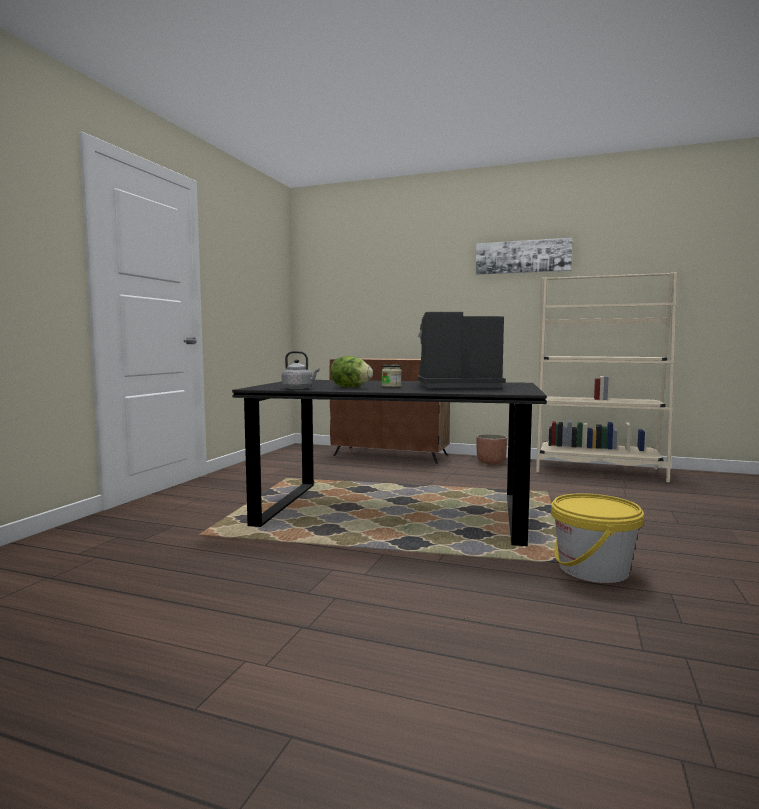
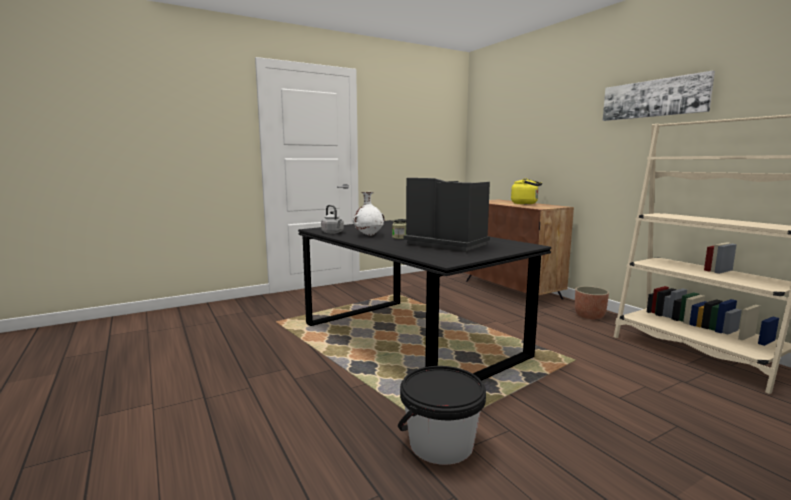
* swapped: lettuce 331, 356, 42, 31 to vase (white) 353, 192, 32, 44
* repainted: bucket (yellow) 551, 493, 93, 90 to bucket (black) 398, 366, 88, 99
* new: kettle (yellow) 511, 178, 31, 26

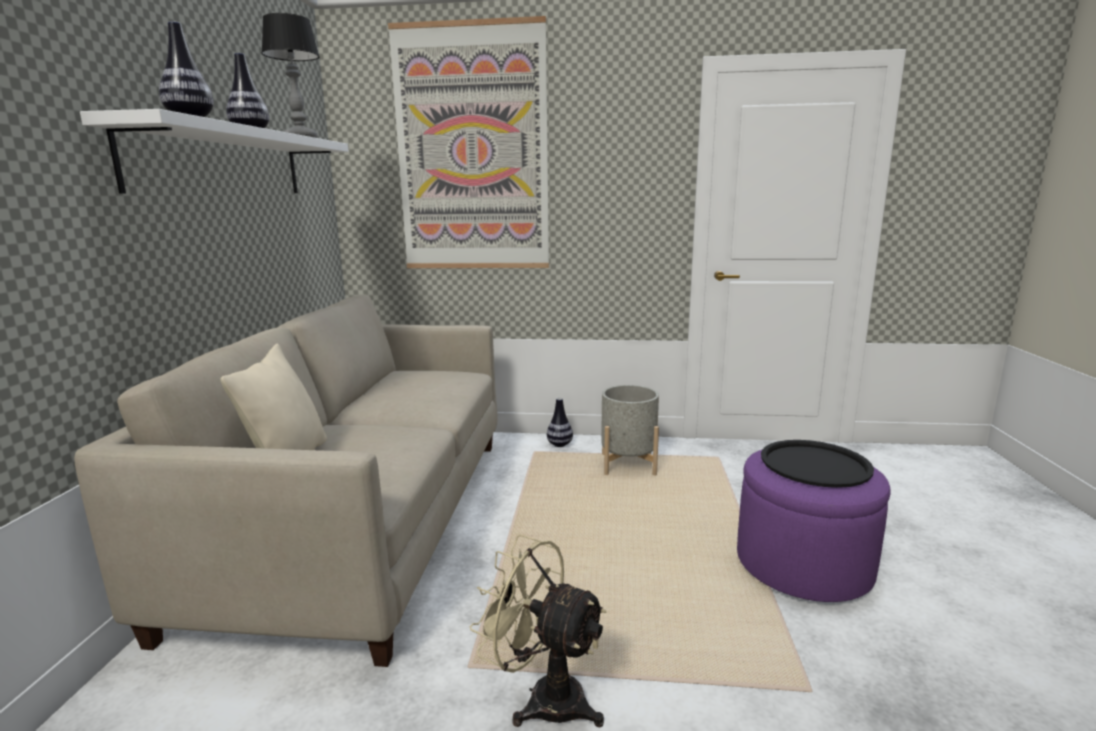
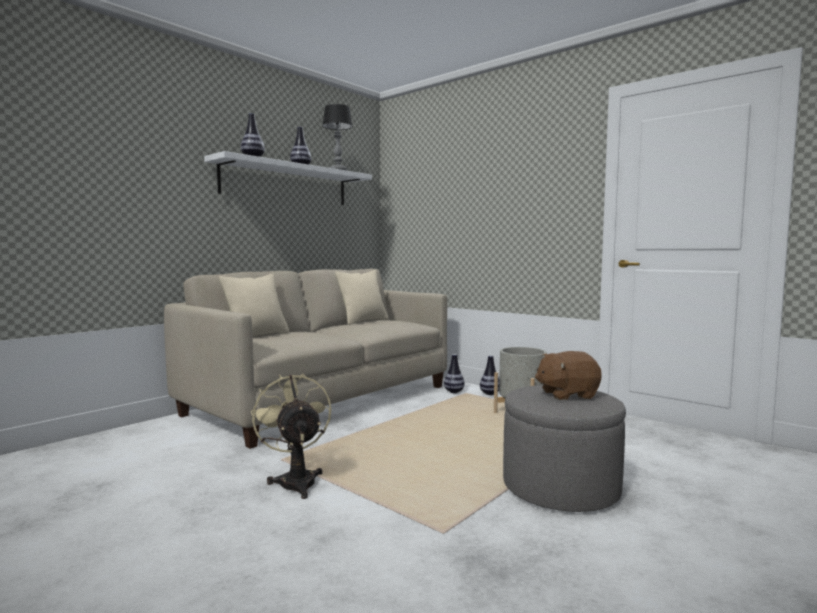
* gone: picture 388, 16, 161, 252
* swapped: tray (black) 761, 440, 113, 48 to plush toy (brown) 535, 351, 67, 49
* repainted: ottoman (purple) 737, 449, 153, 153 to ottoman (grey) 503, 385, 123, 127
* new: pillow (beige) 335, 270, 53, 55
* new: vase 444, 354, 21, 39

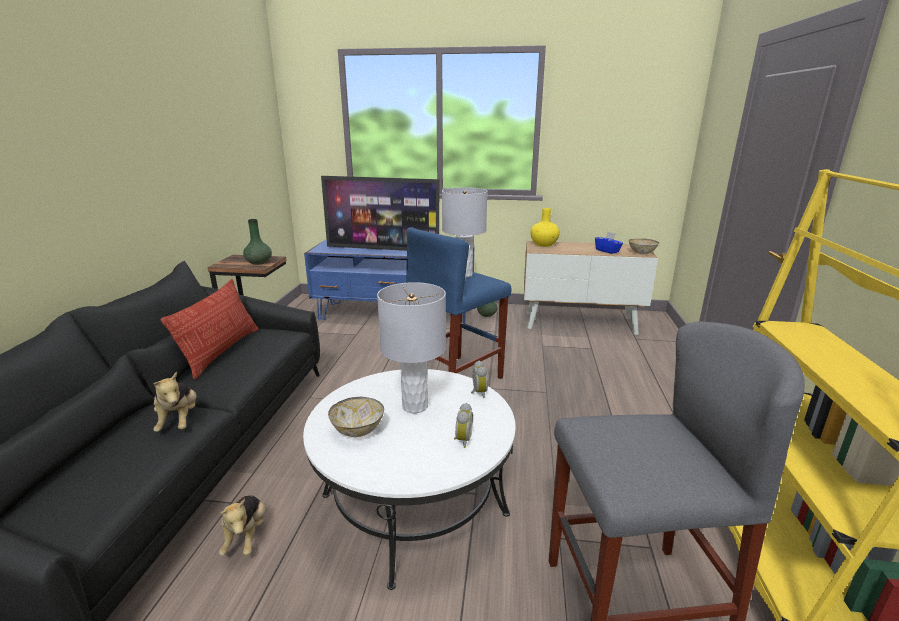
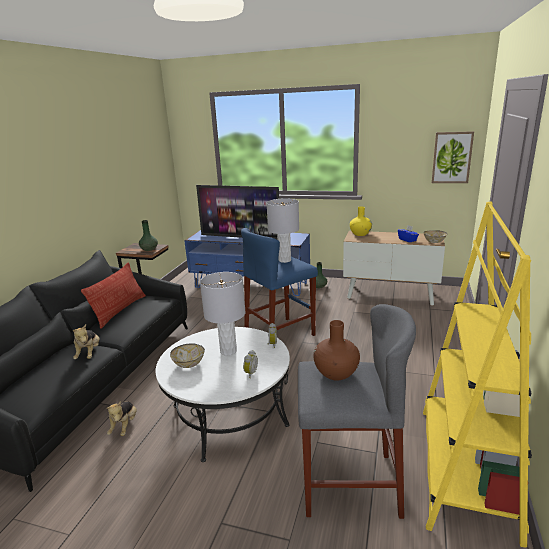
* new: picture 432, 131, 42, 52
* new: vase (brown) 313, 320, 47, 61

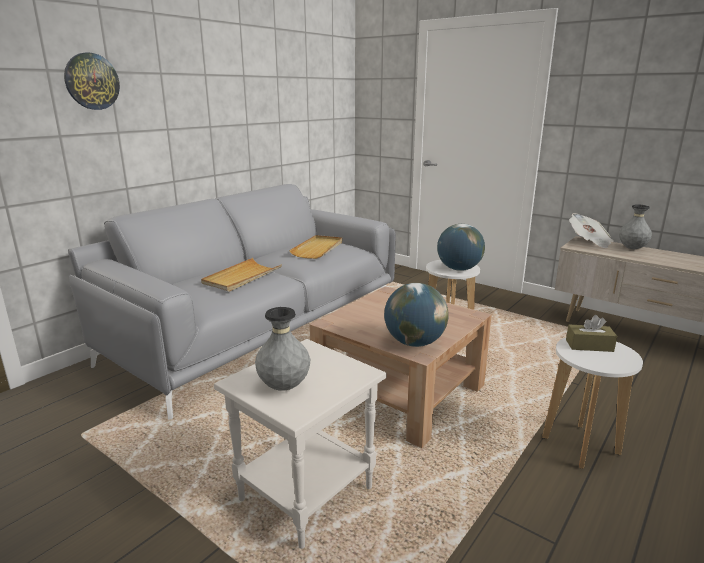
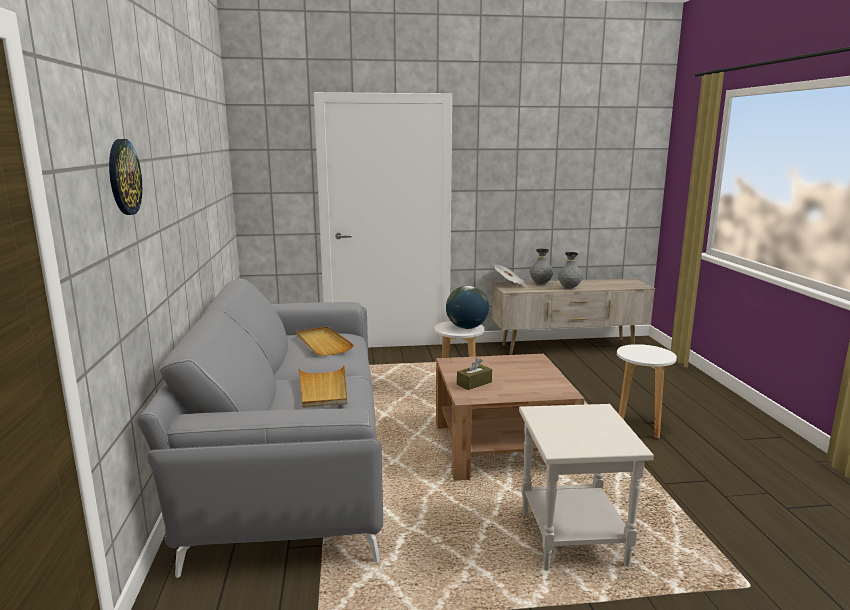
* gone: globe 384, 283, 65, 64
* shifted: vase (grey) 255, 307, 55, 84 to 558, 252, 24, 37
* shifted: tissue box (brown) 566, 315, 51, 37 to 457, 358, 35, 32

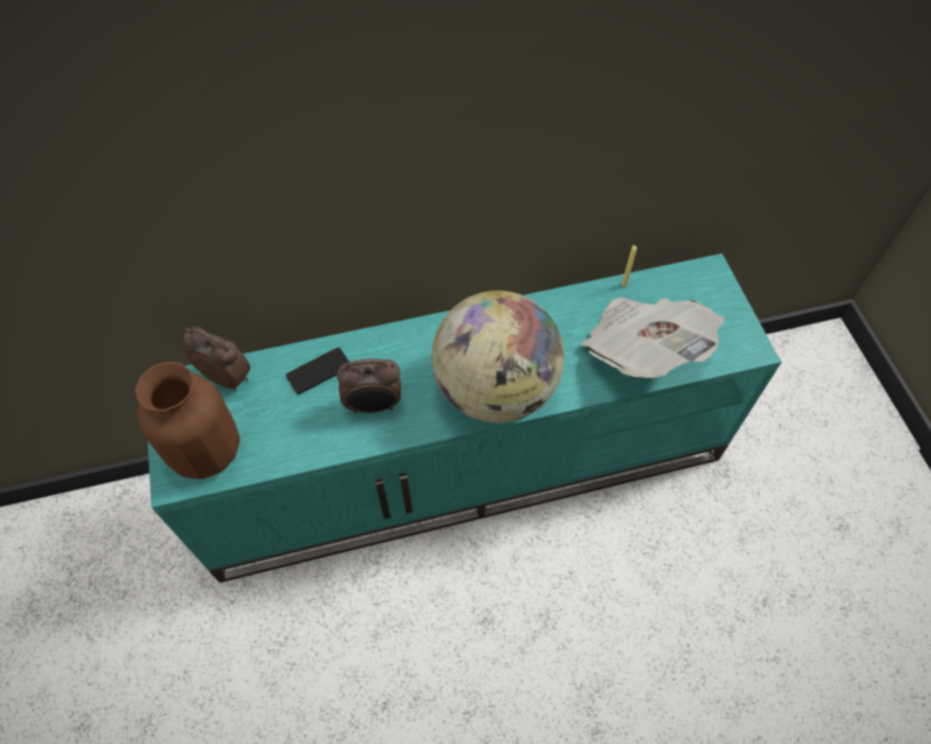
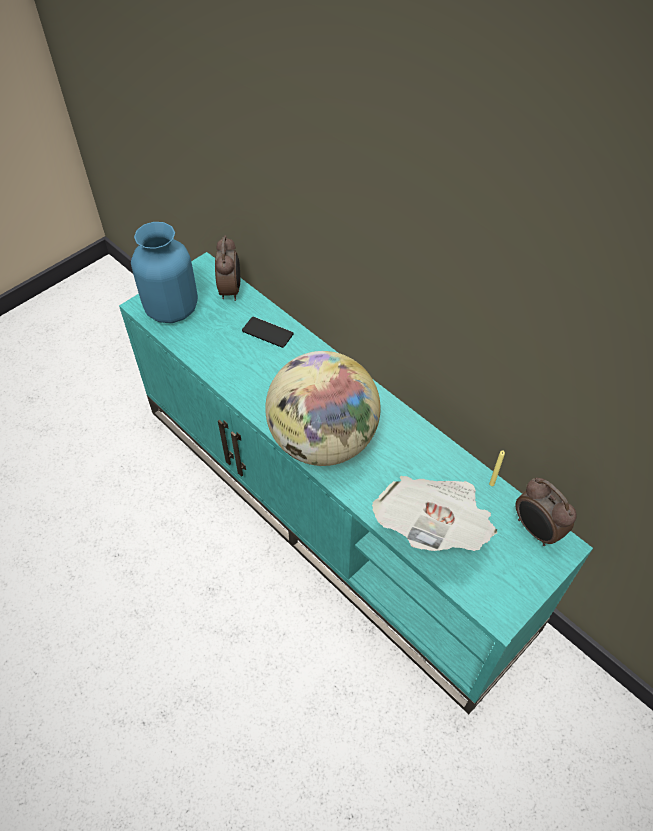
* shifted: alarm clock 337, 359, 64, 55 to 516, 478, 61, 68
* repainted: vase (brown) 135, 362, 105, 117 to vase (blue) 131, 222, 67, 101

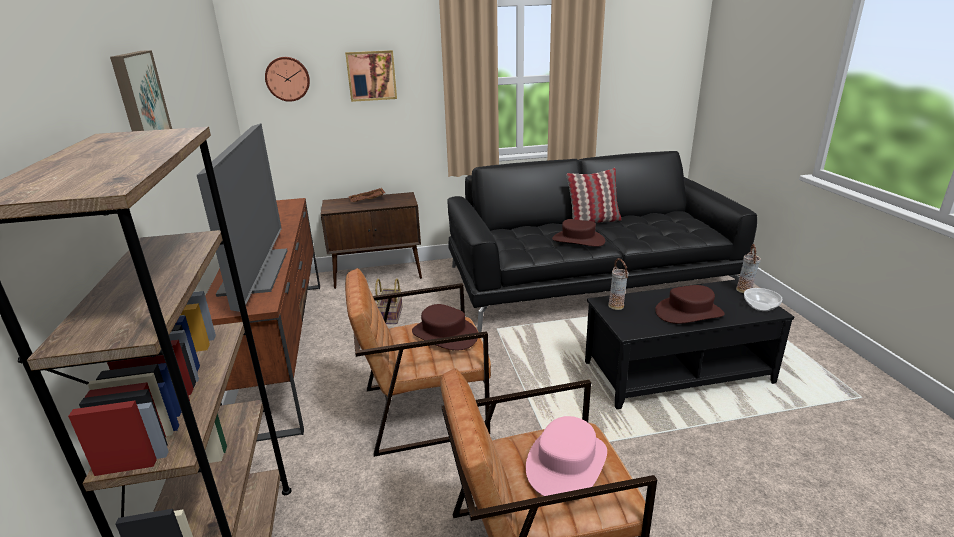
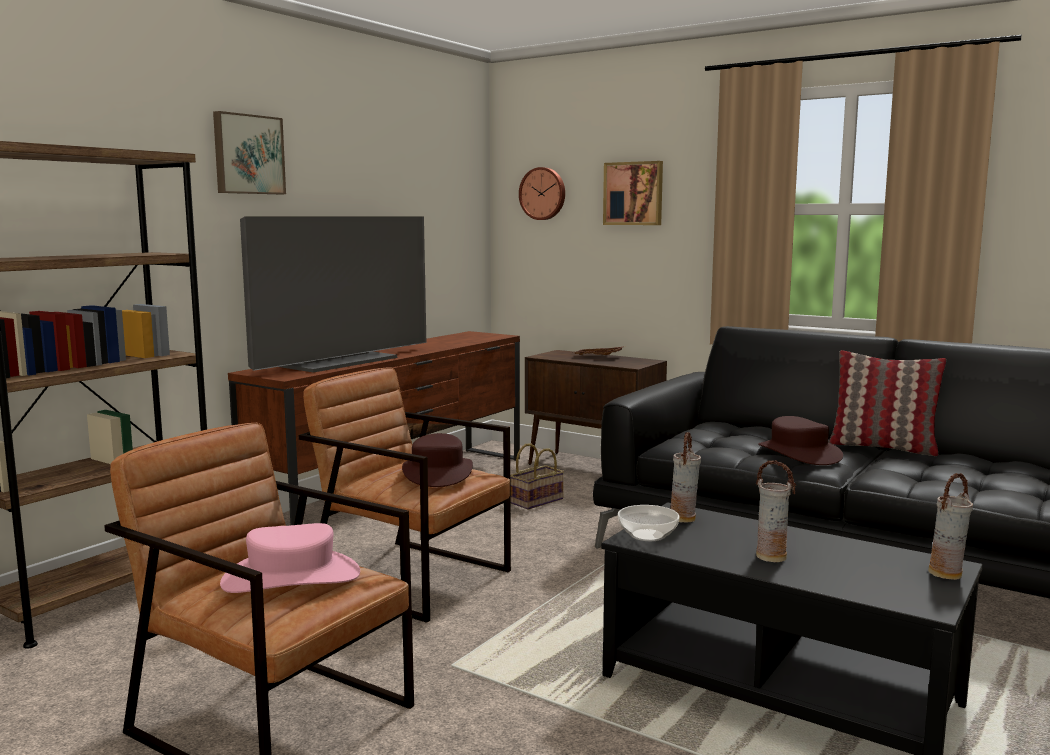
* swapped: hat (brown) 655, 285, 70, 39 to vase 756, 460, 40, 103
* shifted: bowl 744, 288, 39, 23 to 618, 505, 61, 36

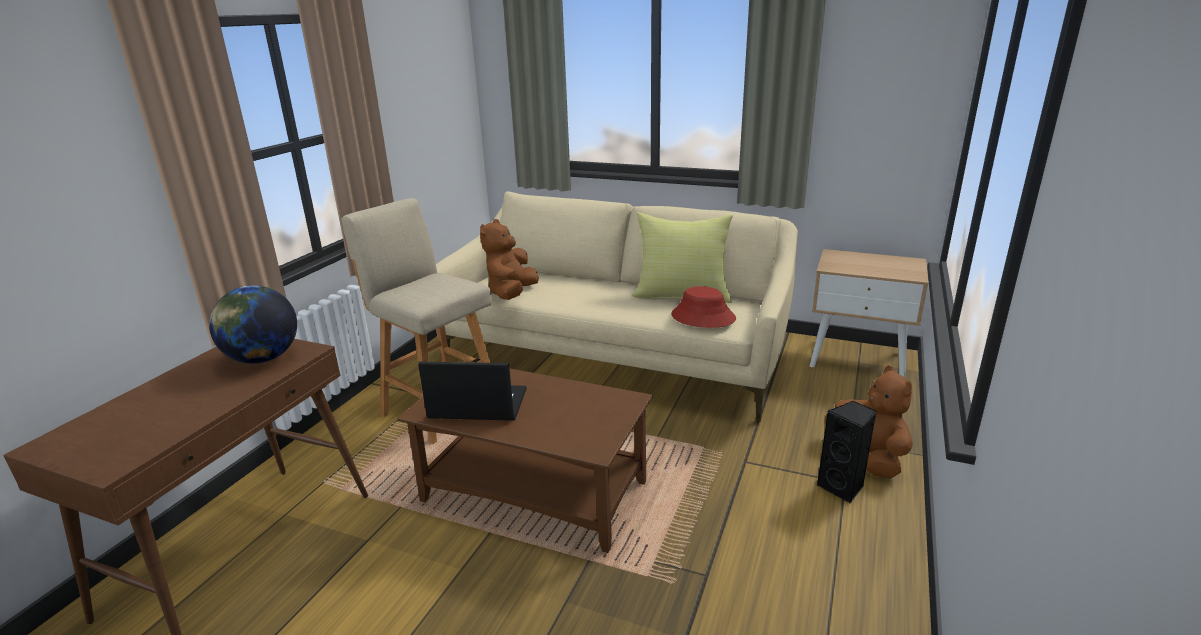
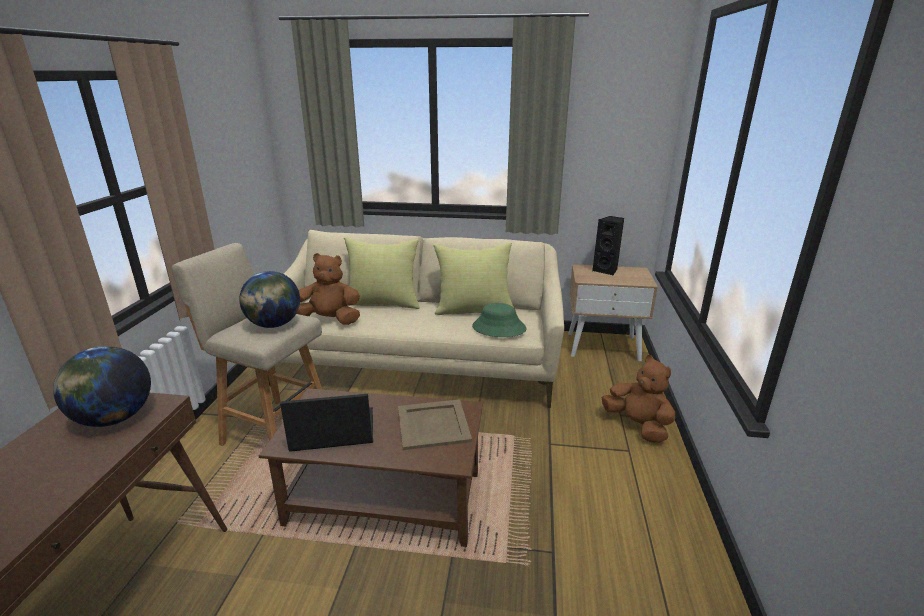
* rotated: plush toy (brown) 480, 219, 59, 81 = 296, 253, 64, 72 90 degrees clockwise
* repainted: hat (red) 671, 286, 65, 42 to hat (green) 472, 303, 54, 34
* shifted: speaker (black) 817, 401, 59, 102 to 592, 216, 32, 59
* new: pillow (yellow) 344, 237, 76, 72
* new: globe 239, 271, 61, 57
* new: tray (beige) 398, 399, 74, 51

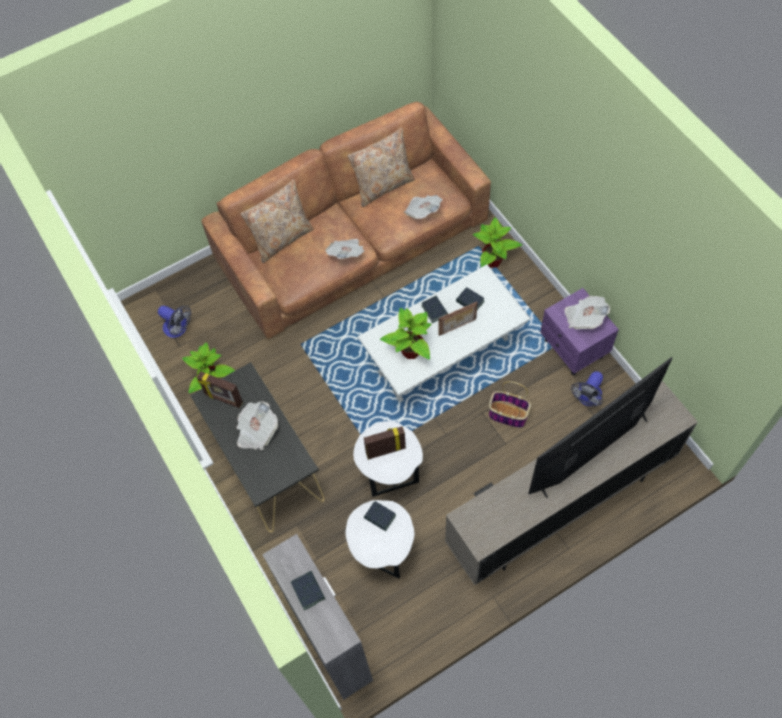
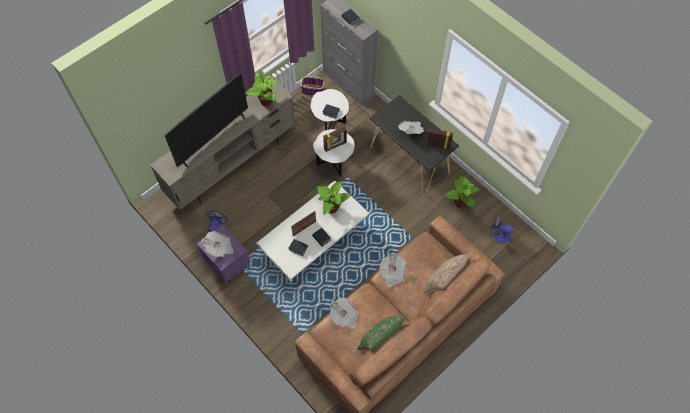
* repainted: pillow (beige) 347, 128, 68, 79 to pillow (green) 357, 315, 50, 35
* shifted: potted plant 473, 217, 49, 51 to 245, 70, 34, 36
* shifted: basket 489, 381, 42, 47 to 300, 66, 24, 30

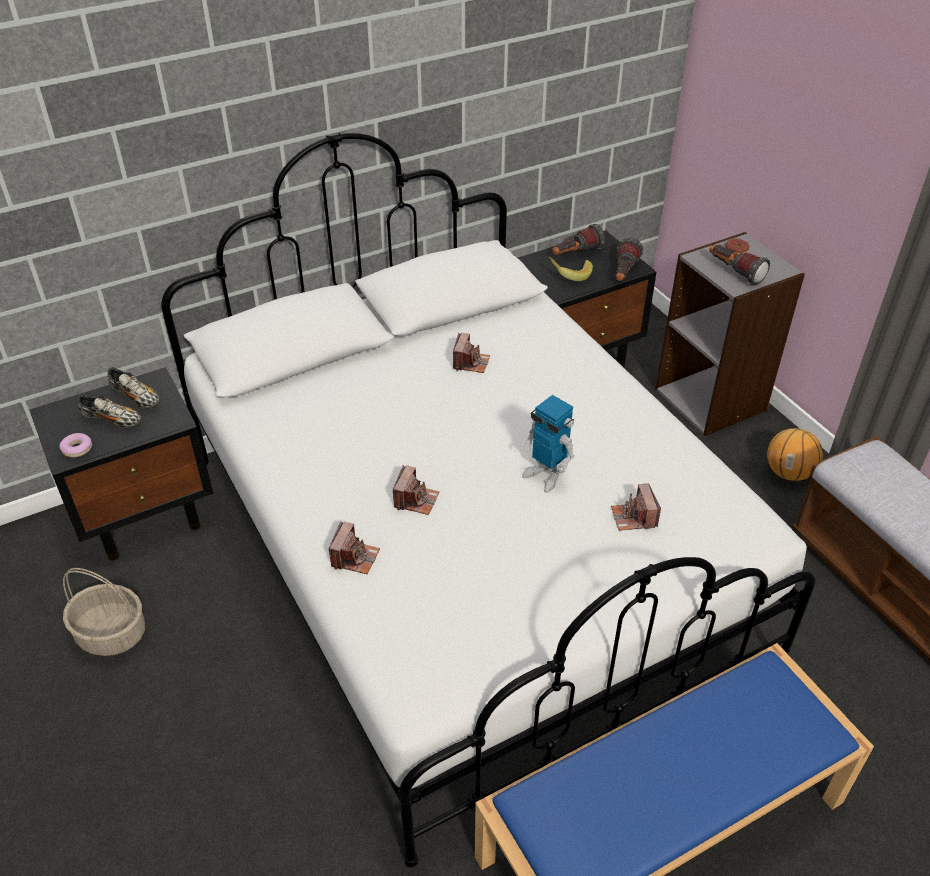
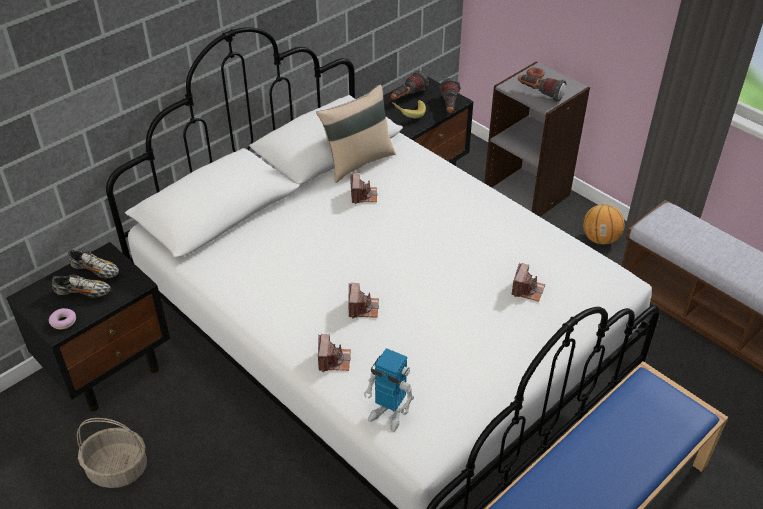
* shifted: toy robot 522, 395, 53, 98 to 364, 348, 50, 84
* rotated: photo camera 611, 483, 50, 48 = 512, 263, 33, 39 135 degrees counterclockwise
* new: pillow (beige) 316, 85, 79, 98

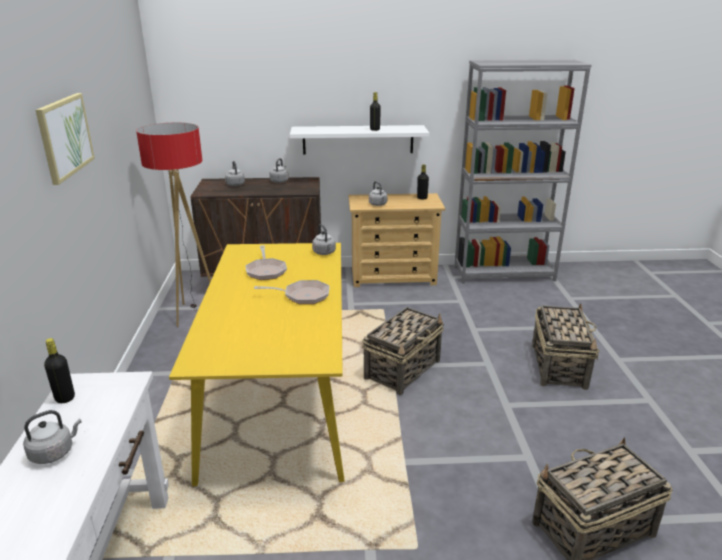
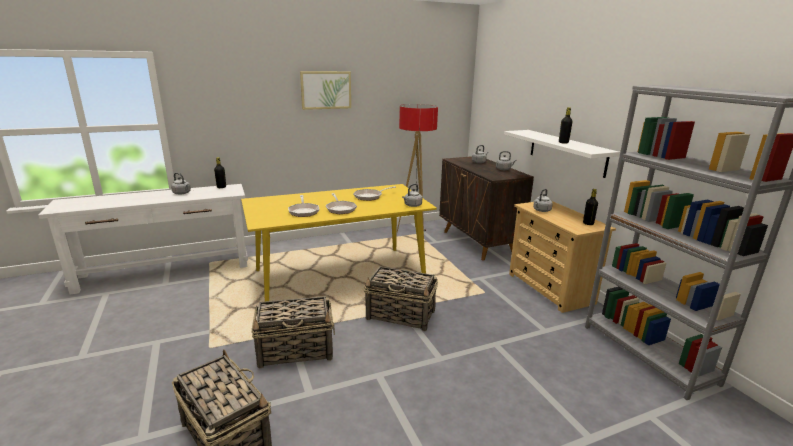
* shifted: basket 532, 303, 68, 87 to 251, 296, 84, 72
* new: frying pan 288, 195, 31, 22

